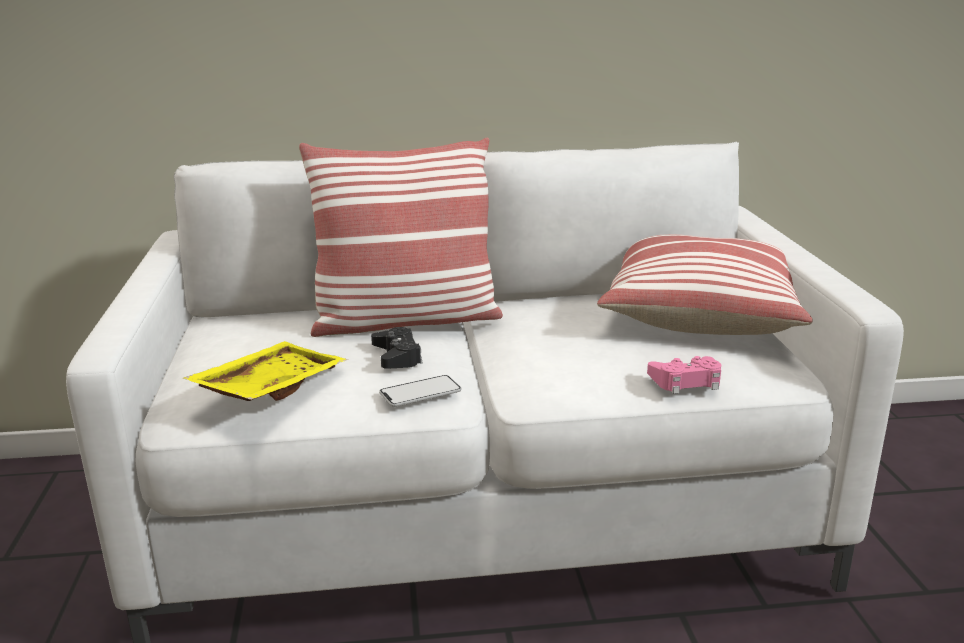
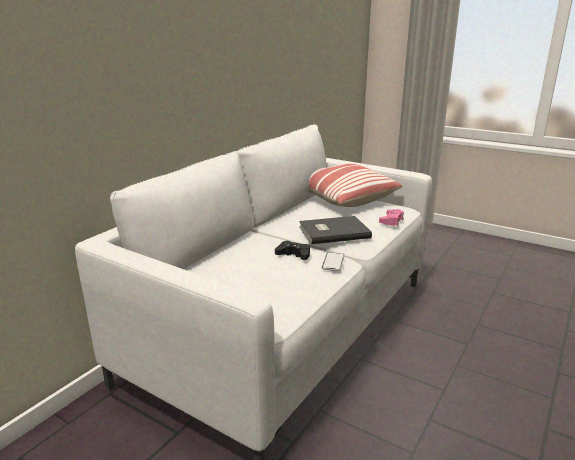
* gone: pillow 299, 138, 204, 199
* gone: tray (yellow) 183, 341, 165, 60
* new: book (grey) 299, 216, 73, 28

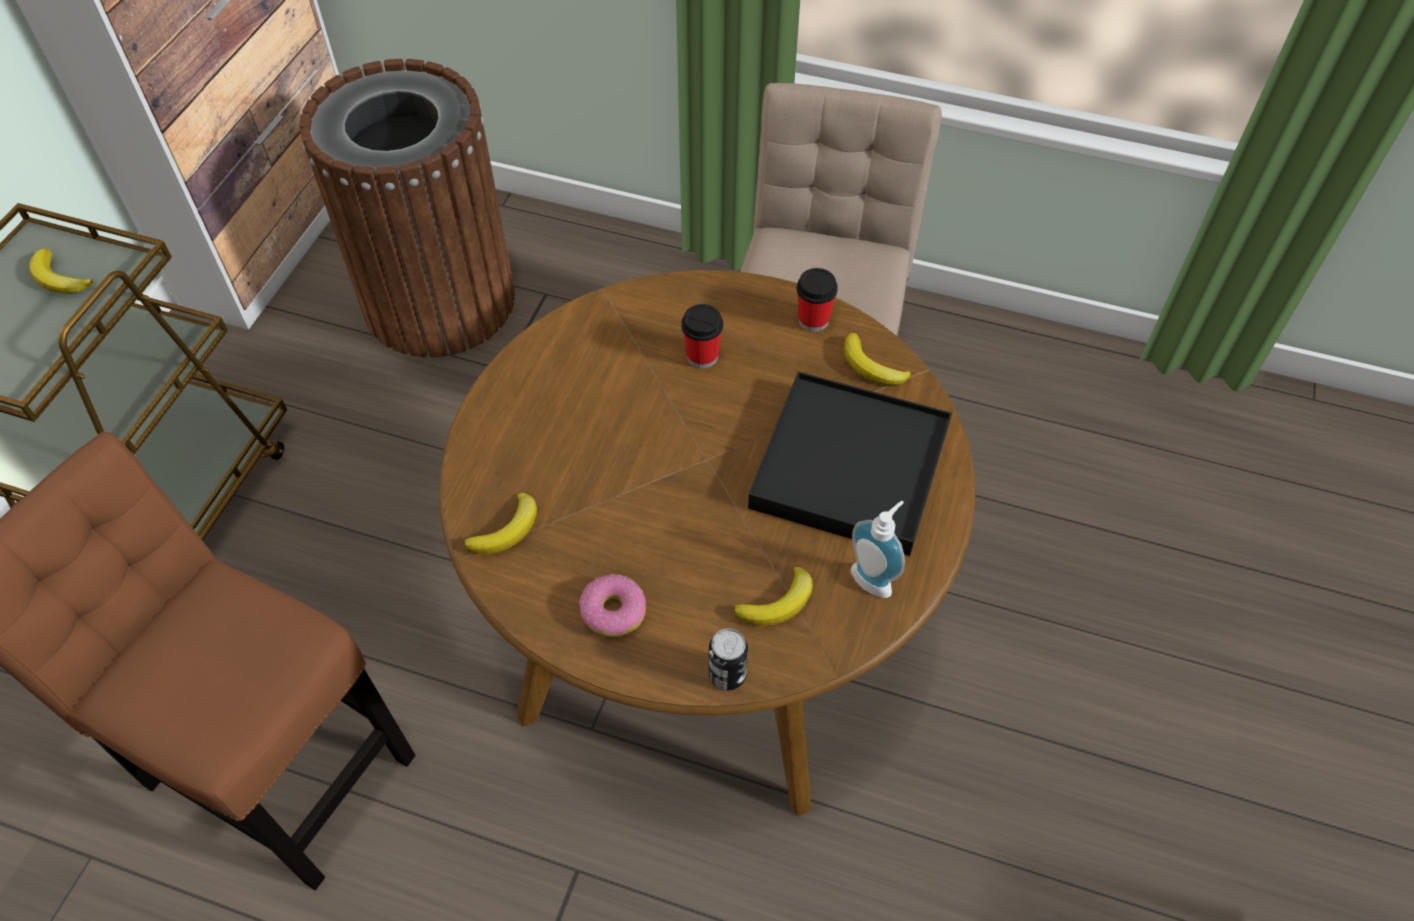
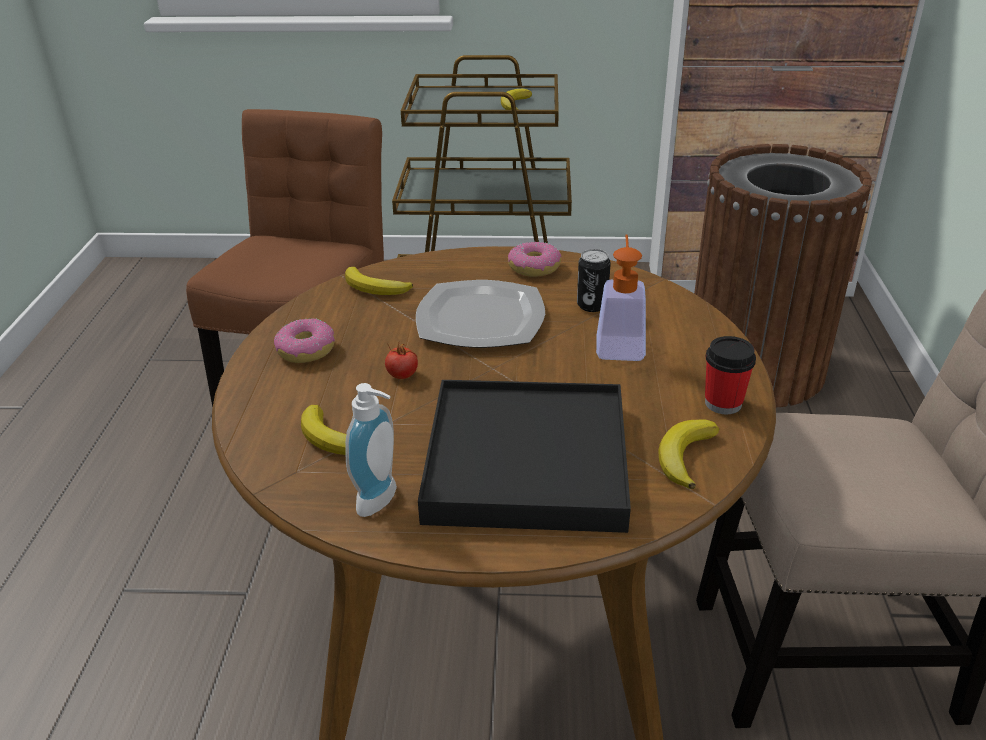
* swapped: cup 681, 304, 42, 64 to soap dispenser 596, 234, 50, 127
* shifted: can 709, 628, 39, 62 to 577, 249, 34, 63
* new: donut 508, 242, 54, 35
* new: plate 416, 280, 129, 68
* new: tomato 385, 343, 33, 36

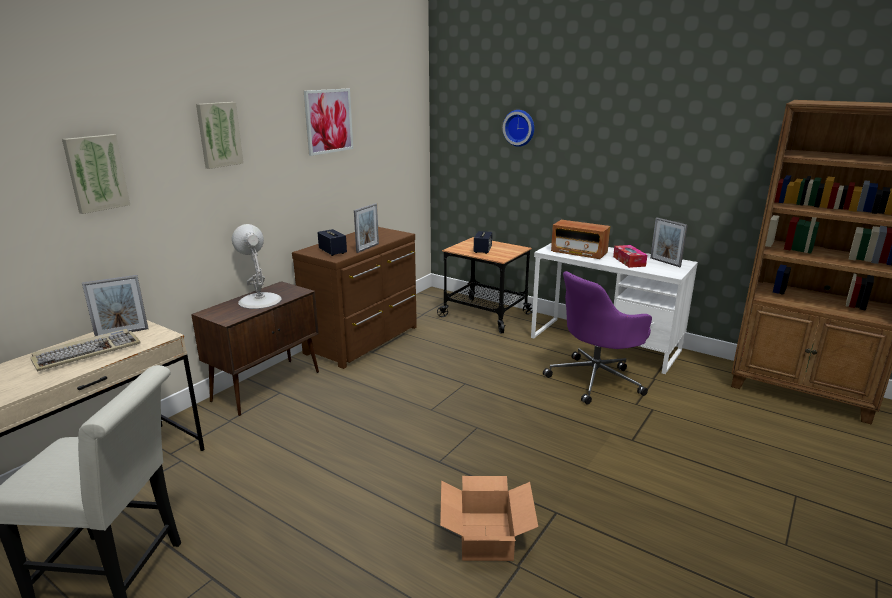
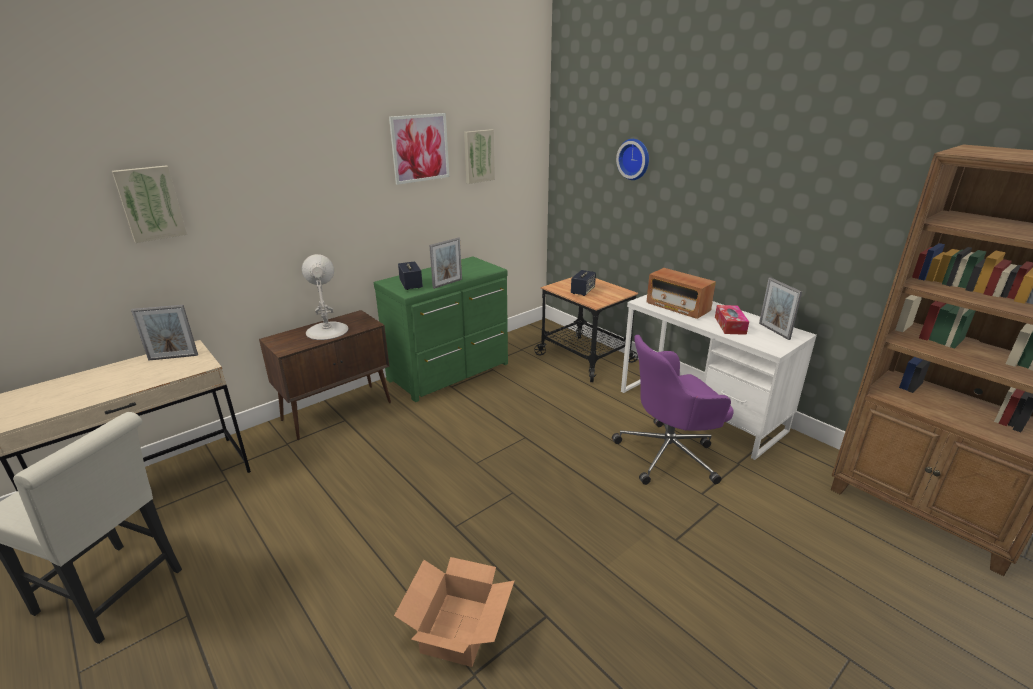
* shifted: picture 196, 102, 48, 67 to 464, 129, 31, 55
* repainted: dresser (brown) 292, 227, 125, 142 to dresser (green) 374, 257, 134, 145
* gone: keyboard 30, 329, 111, 43

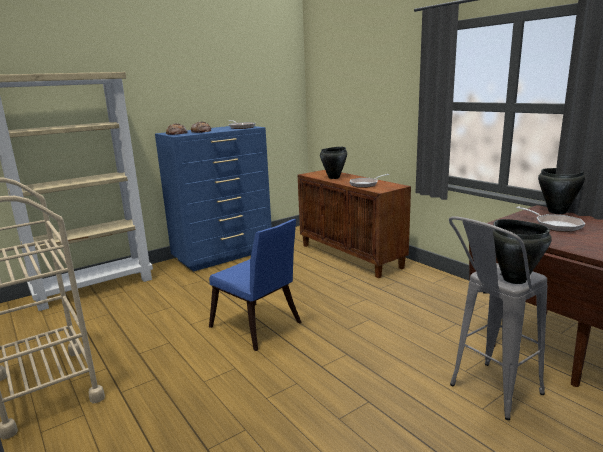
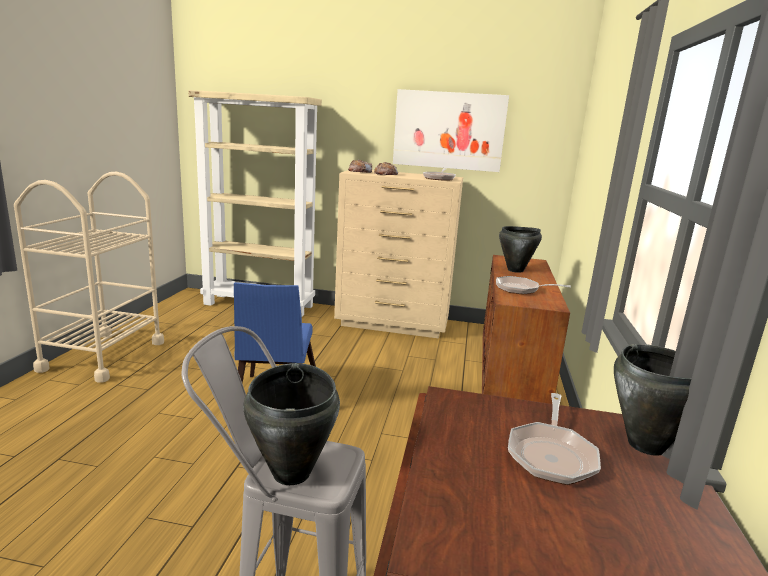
* repainted: dresser (blue) 155, 126, 117, 146 to dresser (beige) 334, 170, 129, 169
* new: picture 393, 89, 116, 83

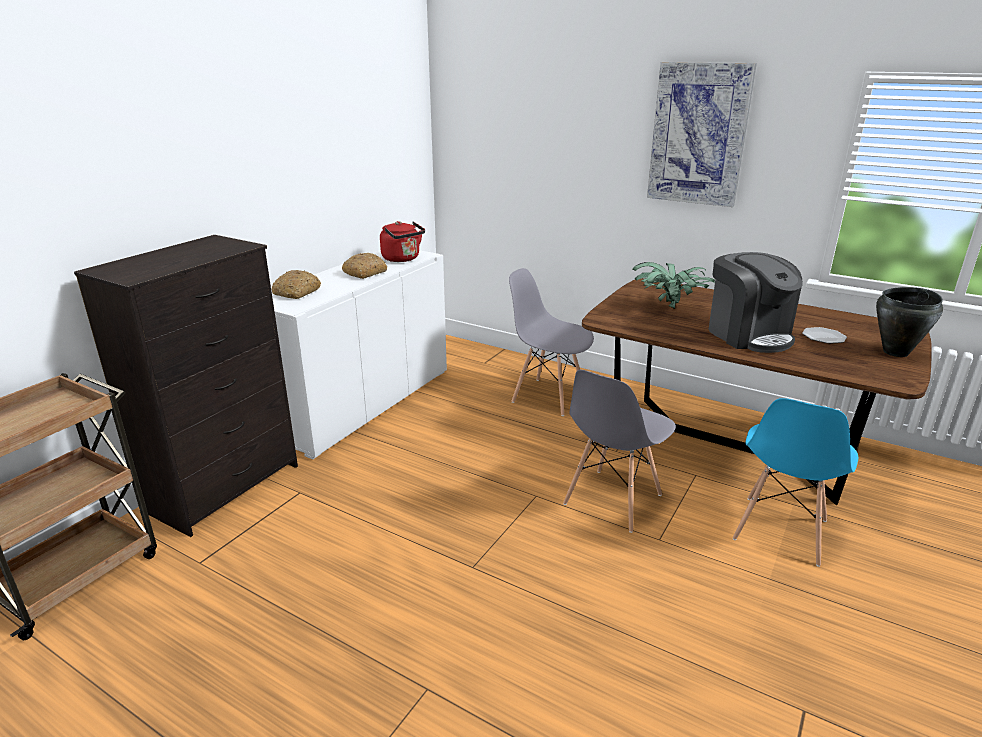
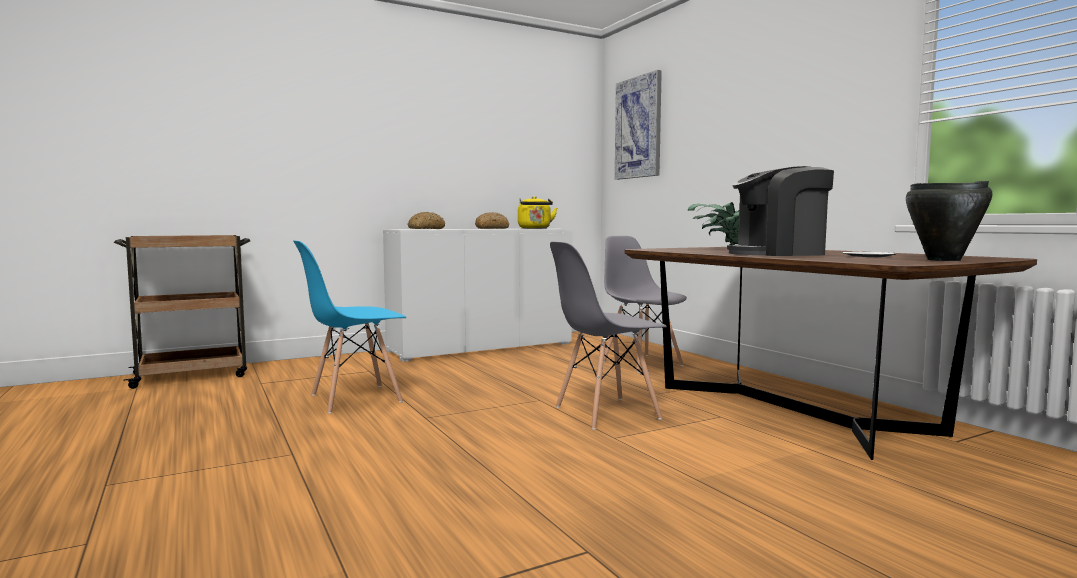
* shifted: picture 647, 62, 110, 145 to 615, 70, 47, 110
* repainted: kettle (red) 380, 221, 45, 41 to kettle (yellow) 518, 196, 39, 33
* gone: dresser (black) 74, 235, 224, 302
* rotated: coffee machine 709, 252, 94, 101 = 727, 166, 107, 90 75 degrees clockwise
* shifted: chair (blue) 733, 398, 125, 169 to 293, 240, 113, 174

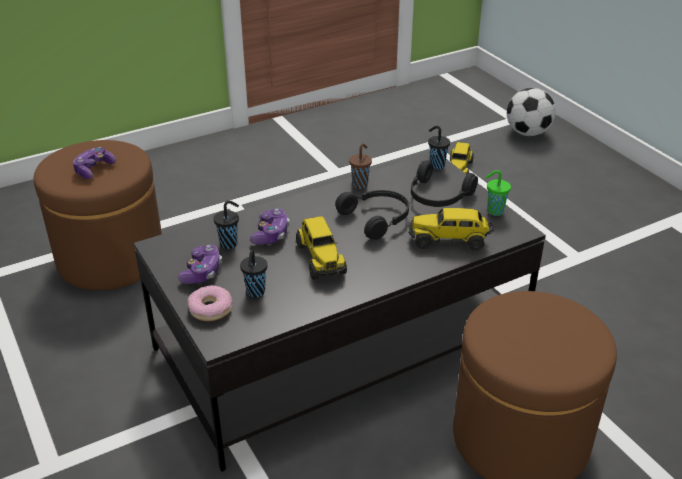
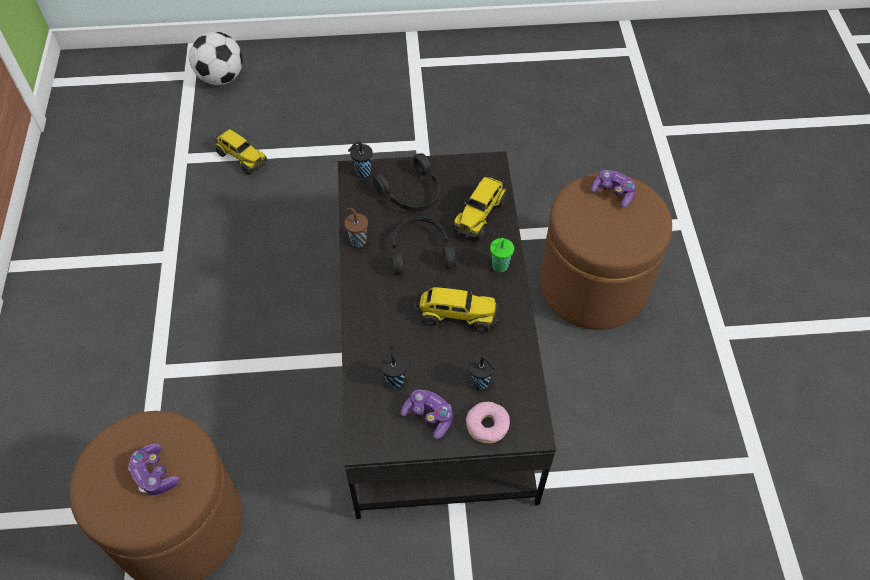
* shifted: cup (green) 485, 170, 26, 46 to 490, 238, 24, 34
* shifted: game controller 250, 208, 39, 37 to 591, 170, 45, 38

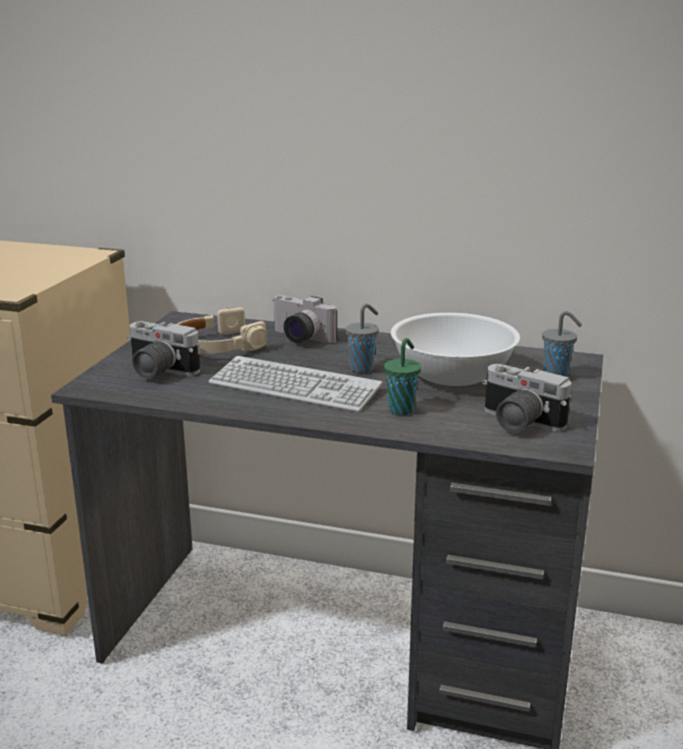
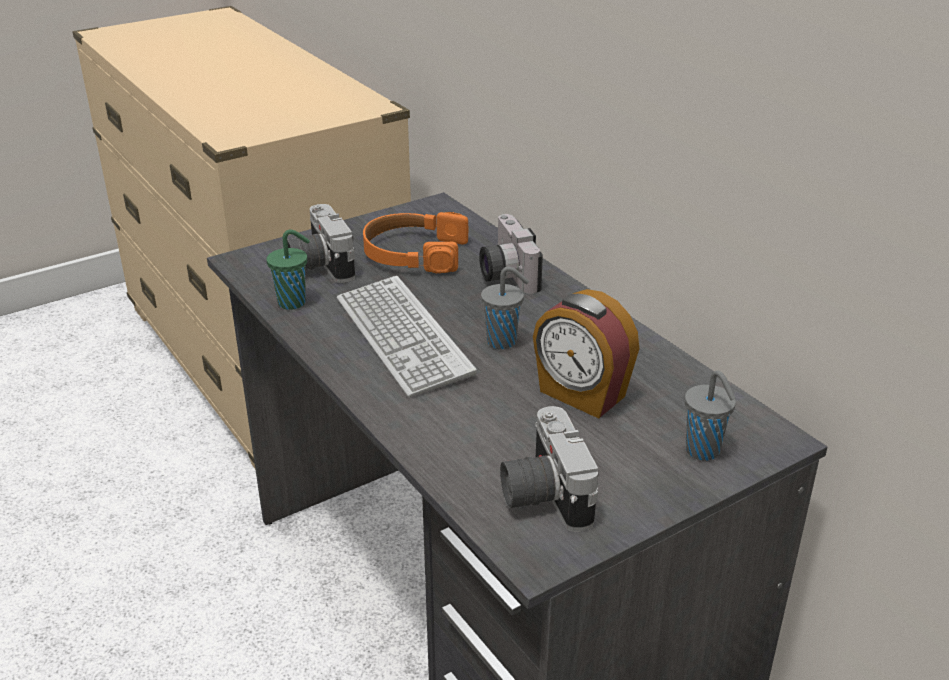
* repainted: headphones (beige) 177, 307, 90, 48 to headphones (orange) 363, 212, 105, 62
* swapped: bowl (white) 391, 313, 129, 73 to alarm clock 533, 289, 106, 130
* shifted: cup (green) 384, 338, 37, 77 to 266, 230, 44, 80

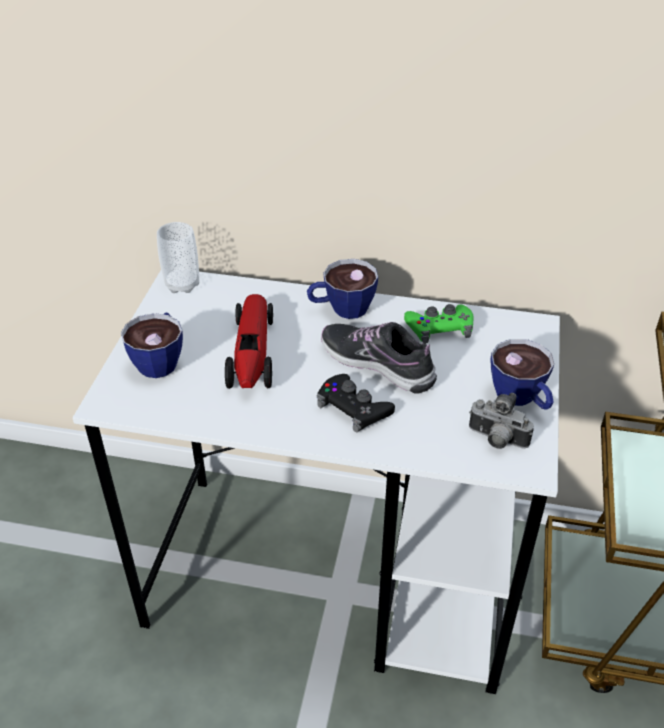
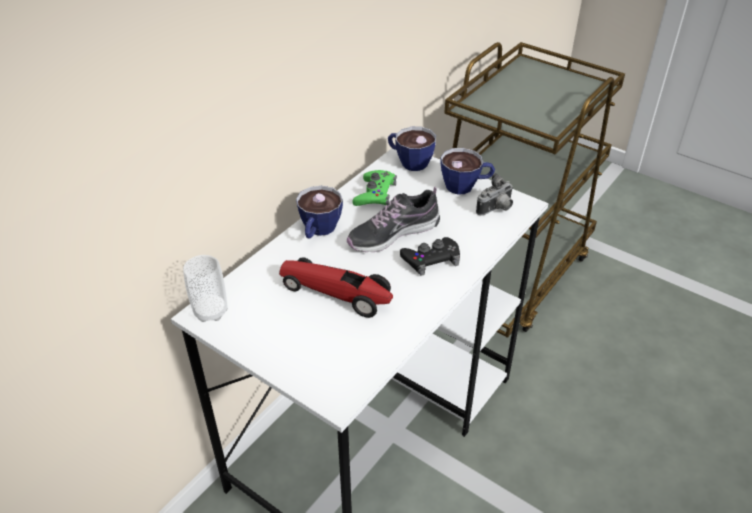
* shifted: cup 121, 312, 62, 66 to 388, 127, 48, 44

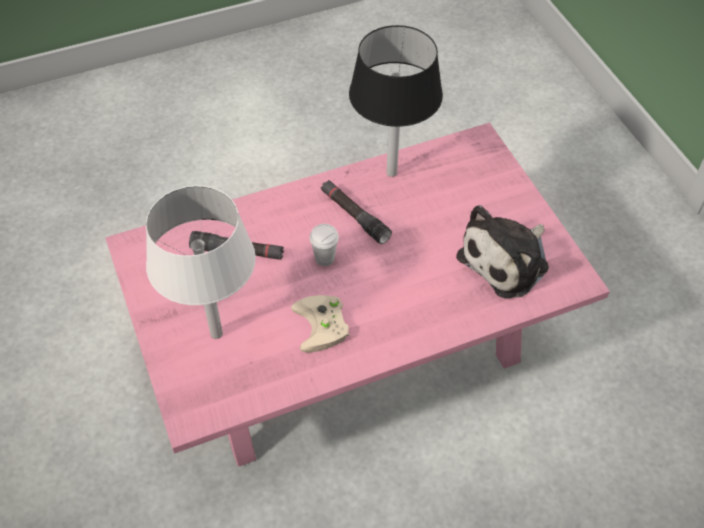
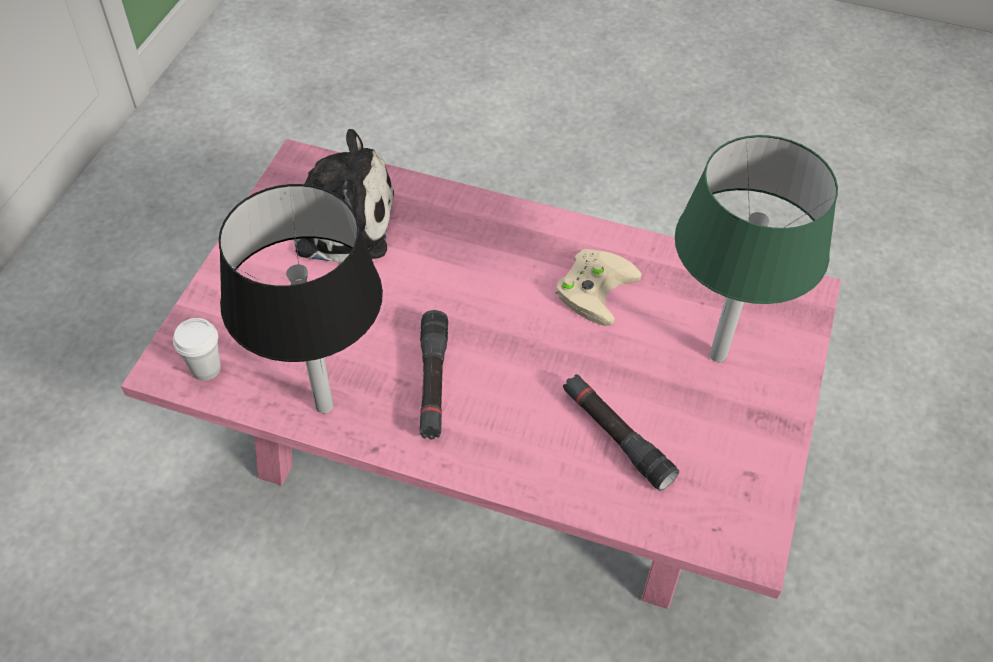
* repainted: table lamp (white) 146, 186, 110, 153 to table lamp (green) 675, 135, 163, 227
* shifted: cup (white) 310, 224, 29, 42 to 173, 318, 48, 63

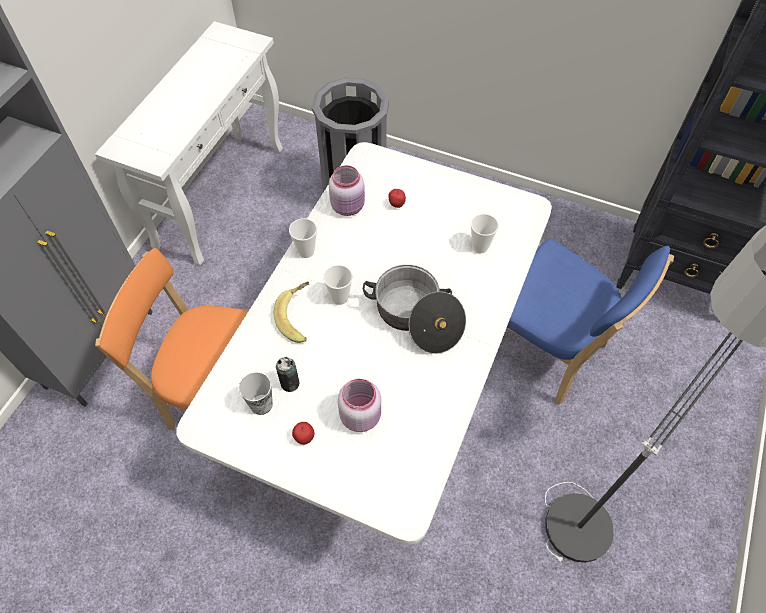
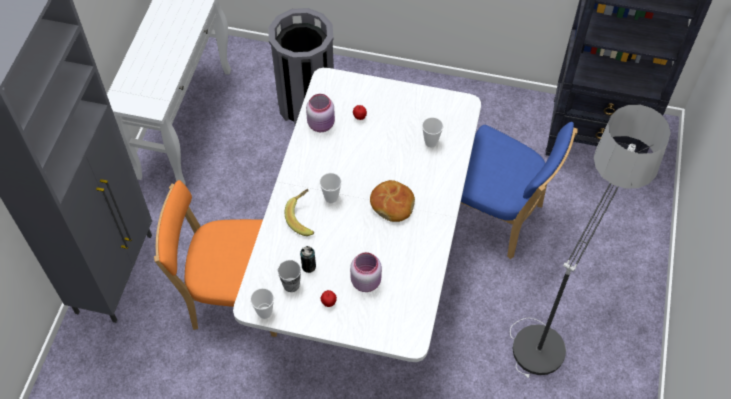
* shifted: cup 289, 218, 28, 40 to 250, 288, 24, 31
* swapped: cooking pot 363, 265, 103, 89 to bread 370, 180, 45, 42

